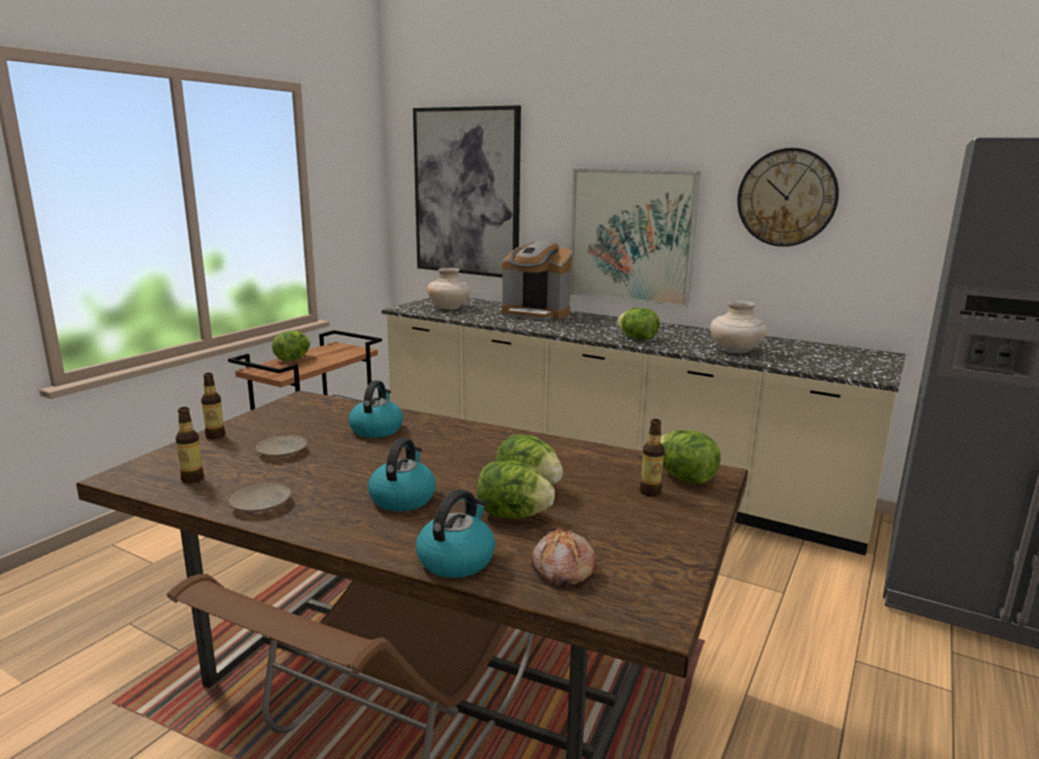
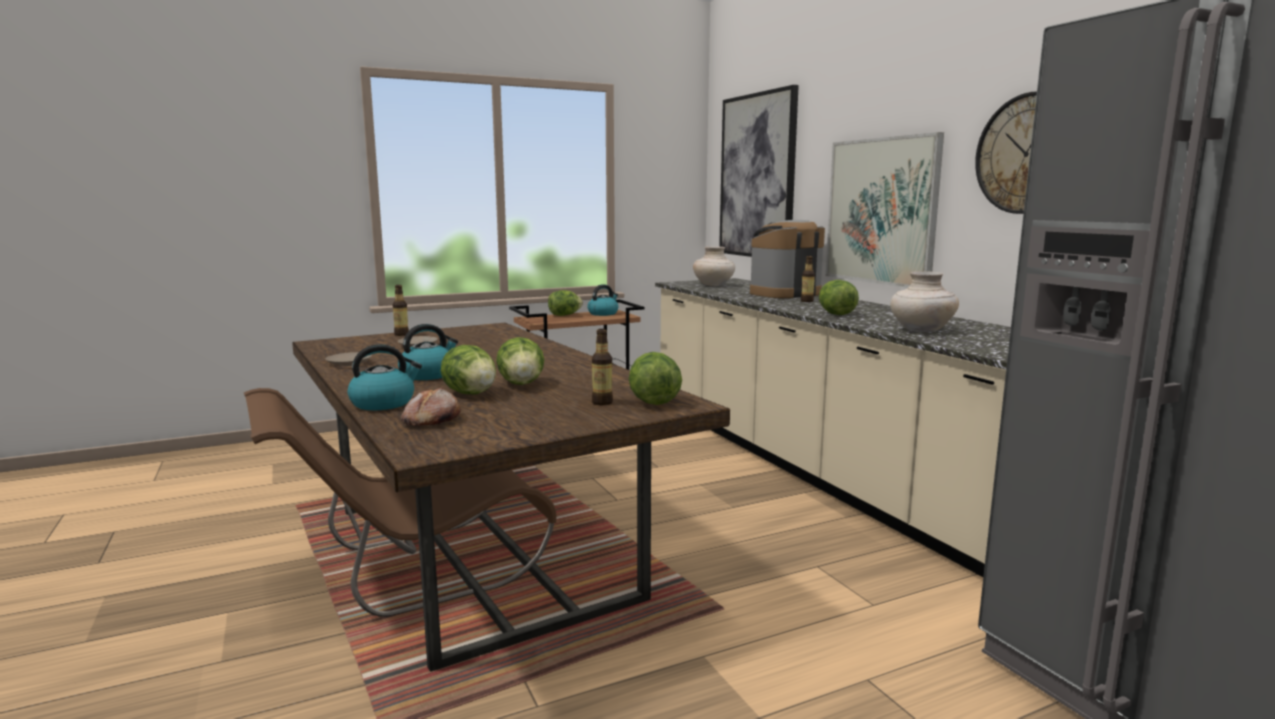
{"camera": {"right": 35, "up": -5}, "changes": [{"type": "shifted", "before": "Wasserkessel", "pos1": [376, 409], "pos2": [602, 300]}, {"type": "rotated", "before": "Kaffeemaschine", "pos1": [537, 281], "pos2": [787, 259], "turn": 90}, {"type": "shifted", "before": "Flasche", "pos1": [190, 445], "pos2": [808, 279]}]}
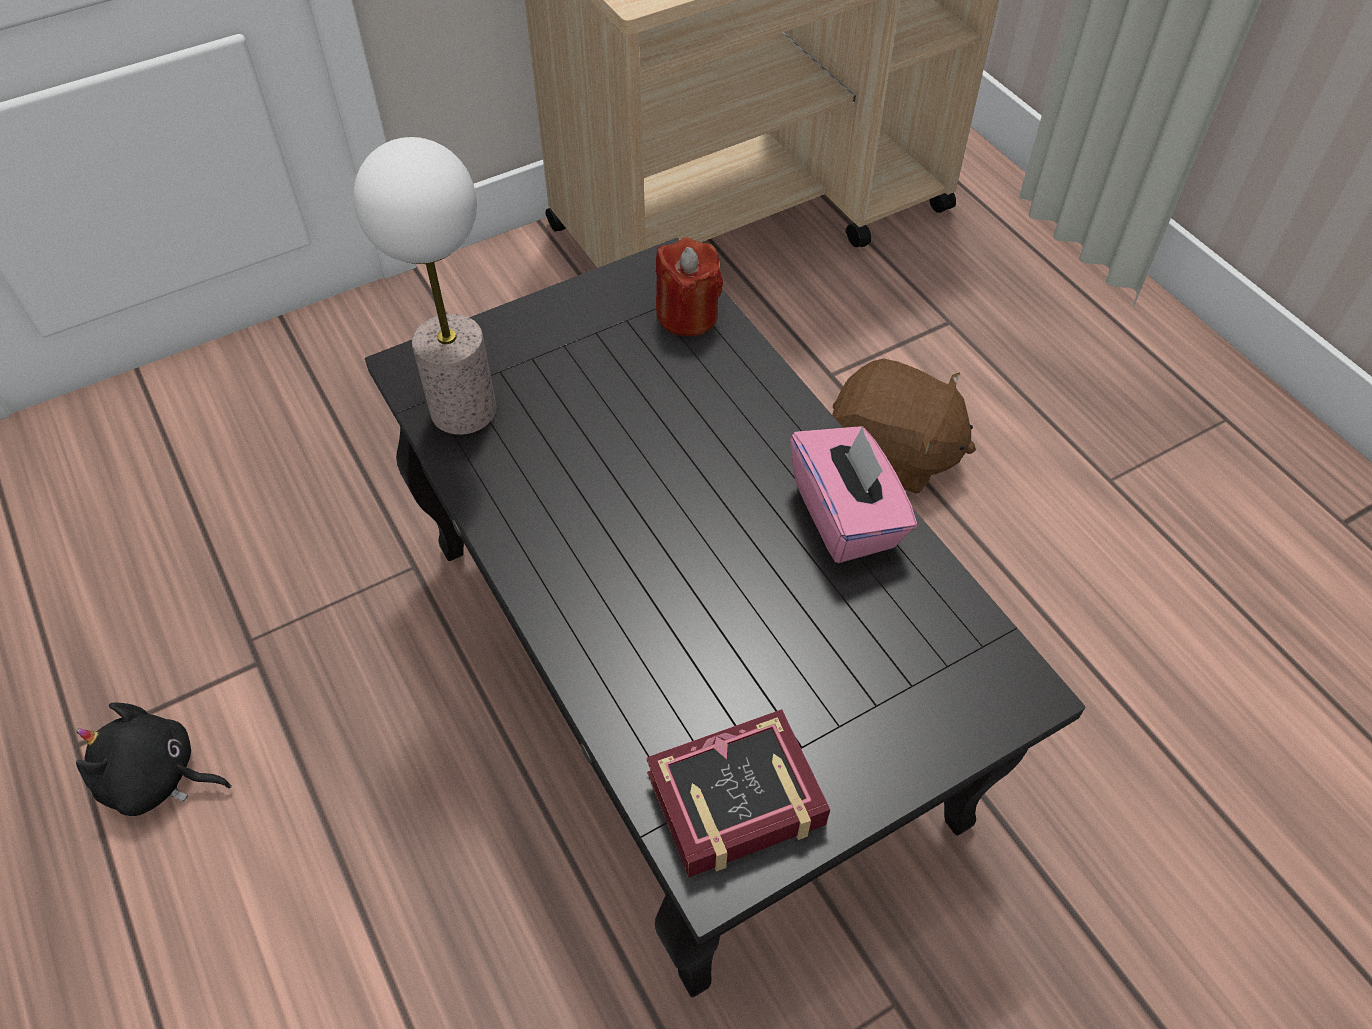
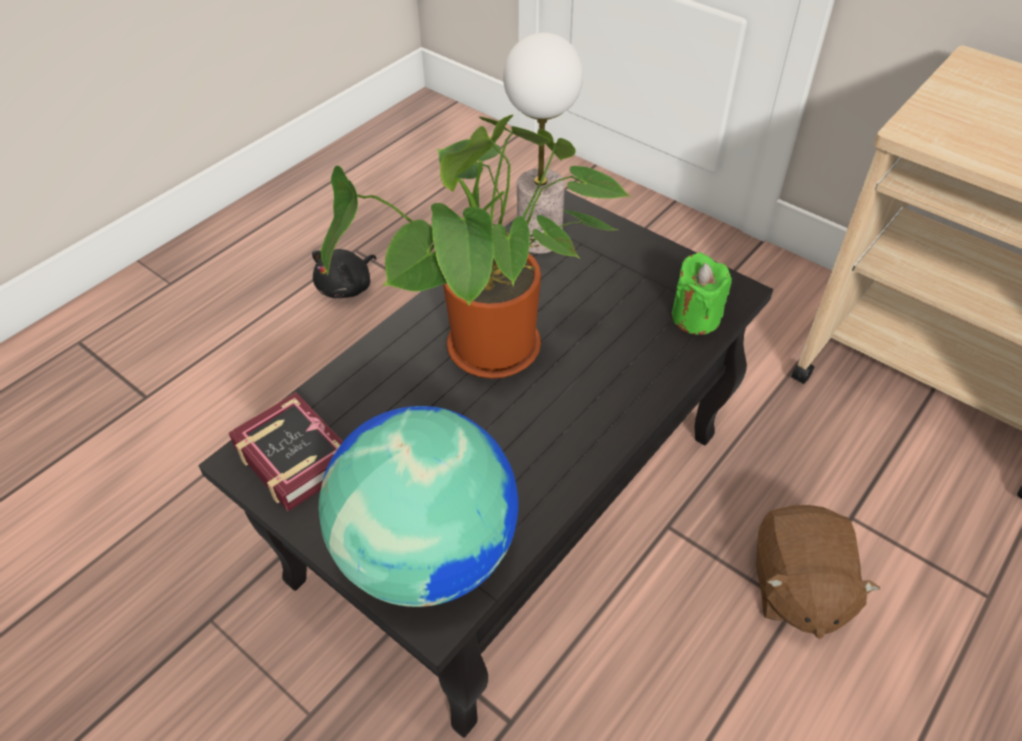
{"camera": {"right": 70, "up": -5}, "changes": [{"type": "rotated", "before": "Plüschtier [schwarz]", "pos1": [154, 759], "pos2": [344, 273], "turn": -135}, {"type": "new", "after": "Globus", "pos2": [419, 506]}, {"type": "new", "after": "Topfpflanze", "pos2": [476, 247]}, {"type": "repainted", "before": "Kerze [rot]", "after": "Kerze [grün]", "pos1": [689, 287], "pos2": [702, 294]}, {"type": "gone", "before": "Taschentuchbox [rosa]", "pos1": [853, 494]}]}
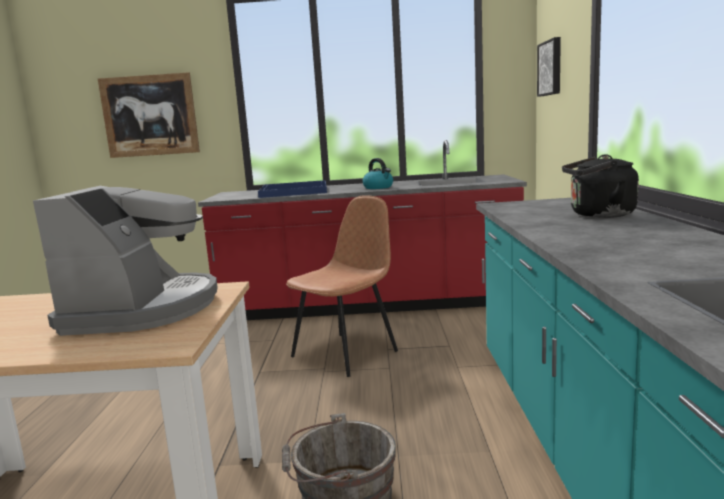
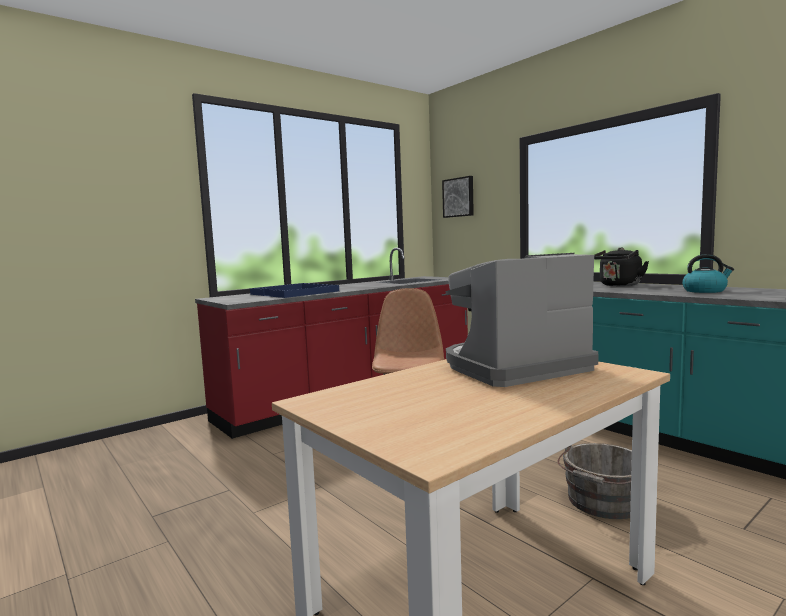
{"camera": {"right": -40, "up": -5}, "changes": [{"type": "rotated", "before": "Kaffeemaschine", "pos1": [125, 261], "pos2": [522, 320], "turn": -75}, {"type": "shifted", "before": "Wasserkessel", "pos1": [378, 173], "pos2": [708, 273]}, {"type": "gone", "before": "Bild", "pos1": [149, 115]}]}
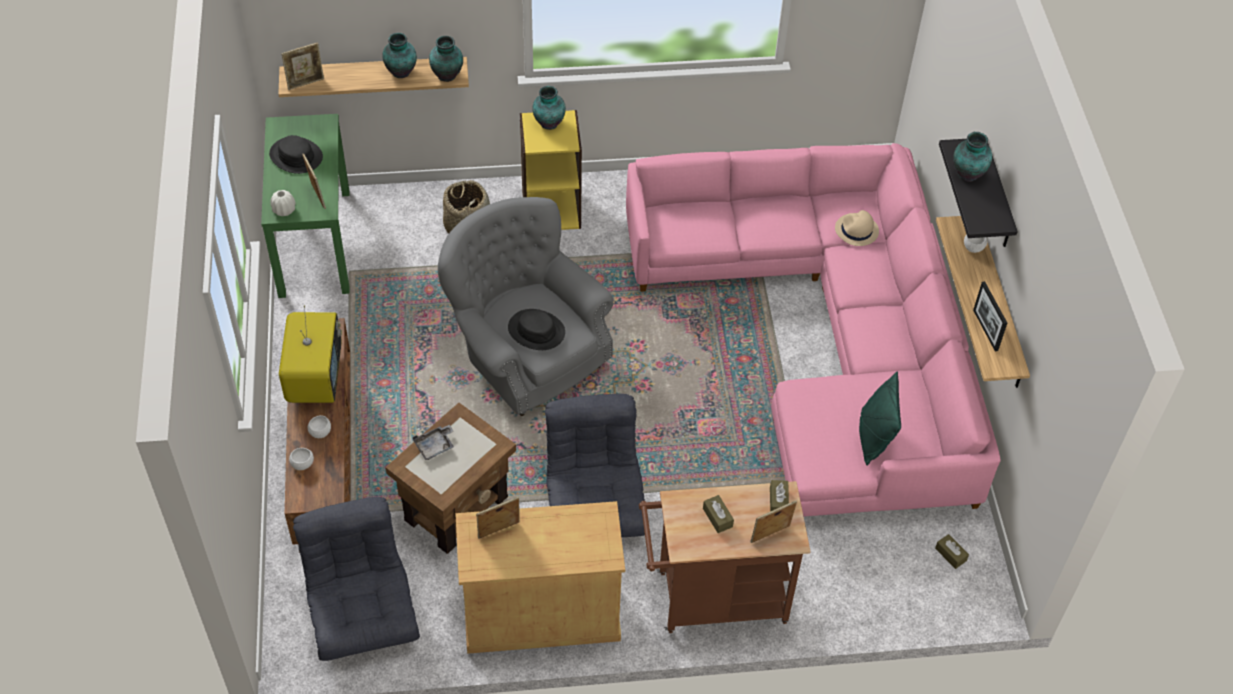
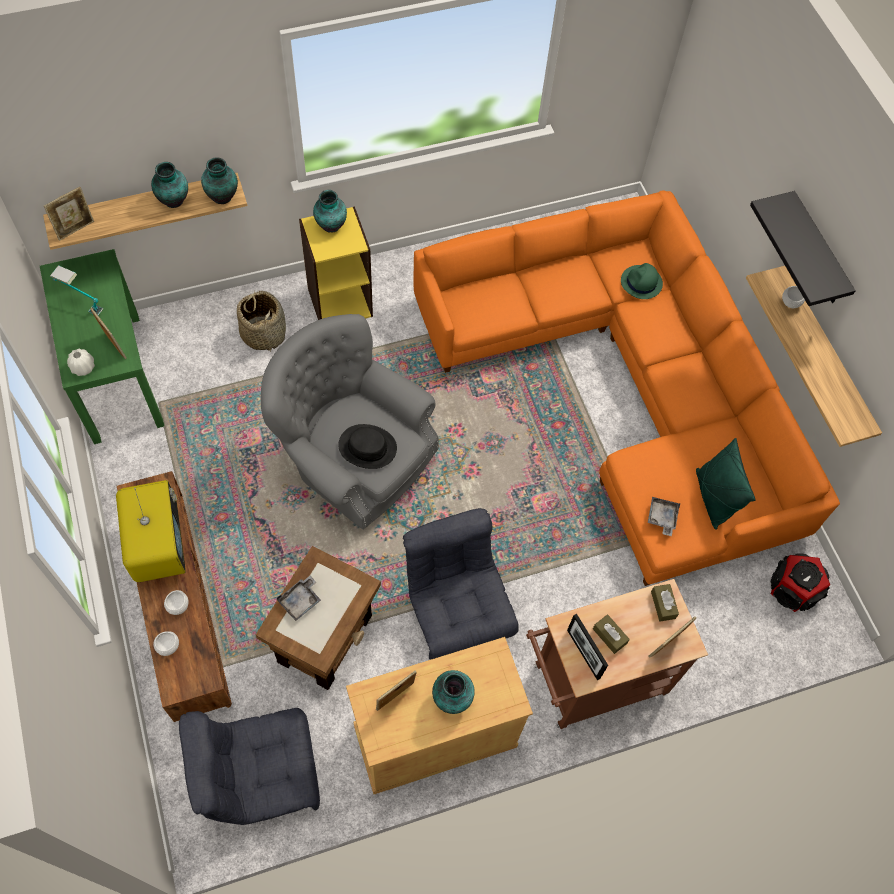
{"camera": {"right": -15, "up": 10}, "changes": [{"type": "swapped", "before": "Hut [schwarz]", "after": "Tischlampe", "pos1": [296, 154], "pos2": [77, 290]}, {"type": "rotated", "before": "Sessel [grau]", "pos1": [356, 579], "pos2": [249, 766], "turn": -75}, {"type": "repainted", "before": "Sofa [rosa]", "after": "Sofa [orange]", "pos1": [813, 329], "pos2": [626, 388]}, {"type": "shifted", "before": "Vase", "pos1": [972, 157], "pos2": [453, 692]}, {"type": "shifted", "before": "Bilderrahmen", "pos1": [990, 316], "pos2": [587, 647]}, {"type": "repainted", "before": "Hut [beige]", "after": "Hut [grün]", "pos1": [857, 228], "pos2": [642, 281]}, {"type": "new", "after": "Tablett [grau]", "pos2": [664, 516]}, {"type": "swapped", "before": "Taschentuchbox [braun]", "after": "Lautsprecher", "pos1": [952, 551], "pos2": [800, 582]}]}
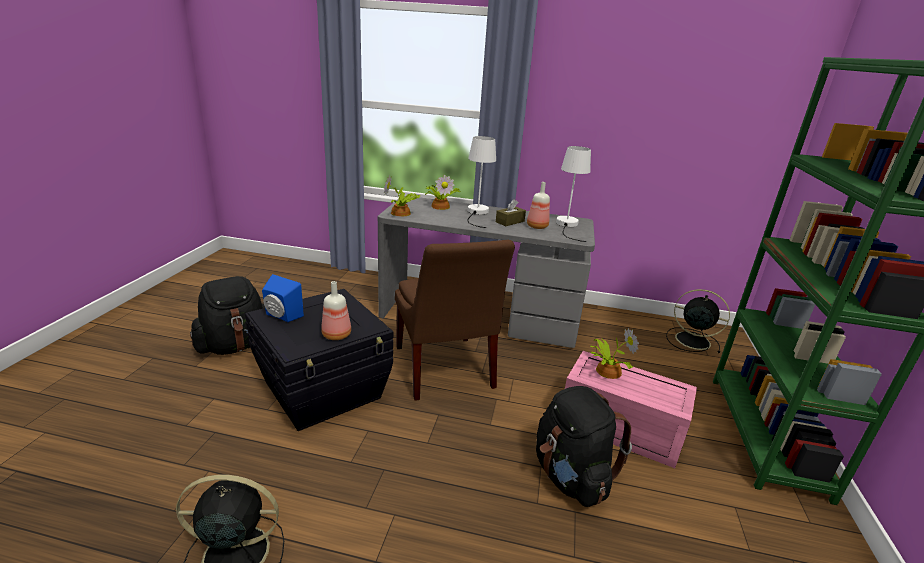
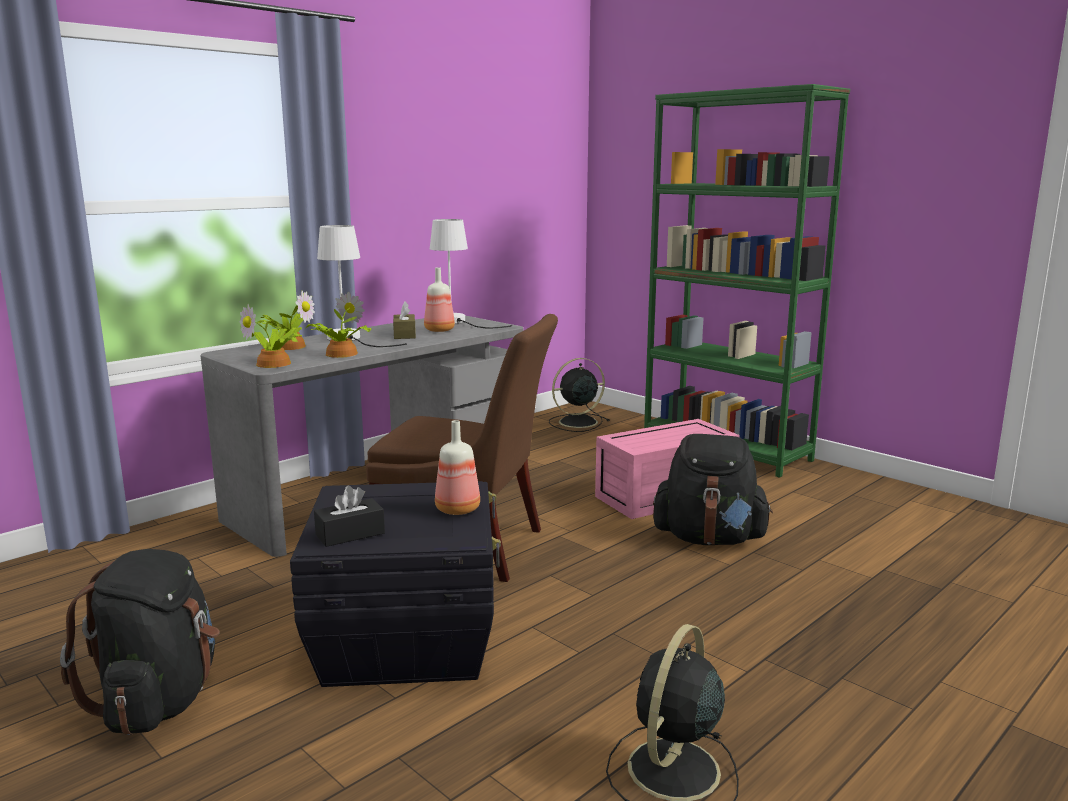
{"camera": {"right": -55, "up": -10}, "changes": [{"type": "shifted", "before": "Topfpflanze", "pos1": [614, 353], "pos2": [339, 325]}, {"type": "swapped", "before": "Lautsprecher [blau]", "after": "Taschentuchbox [schwarz]", "pos1": [283, 298], "pos2": [349, 516]}]}
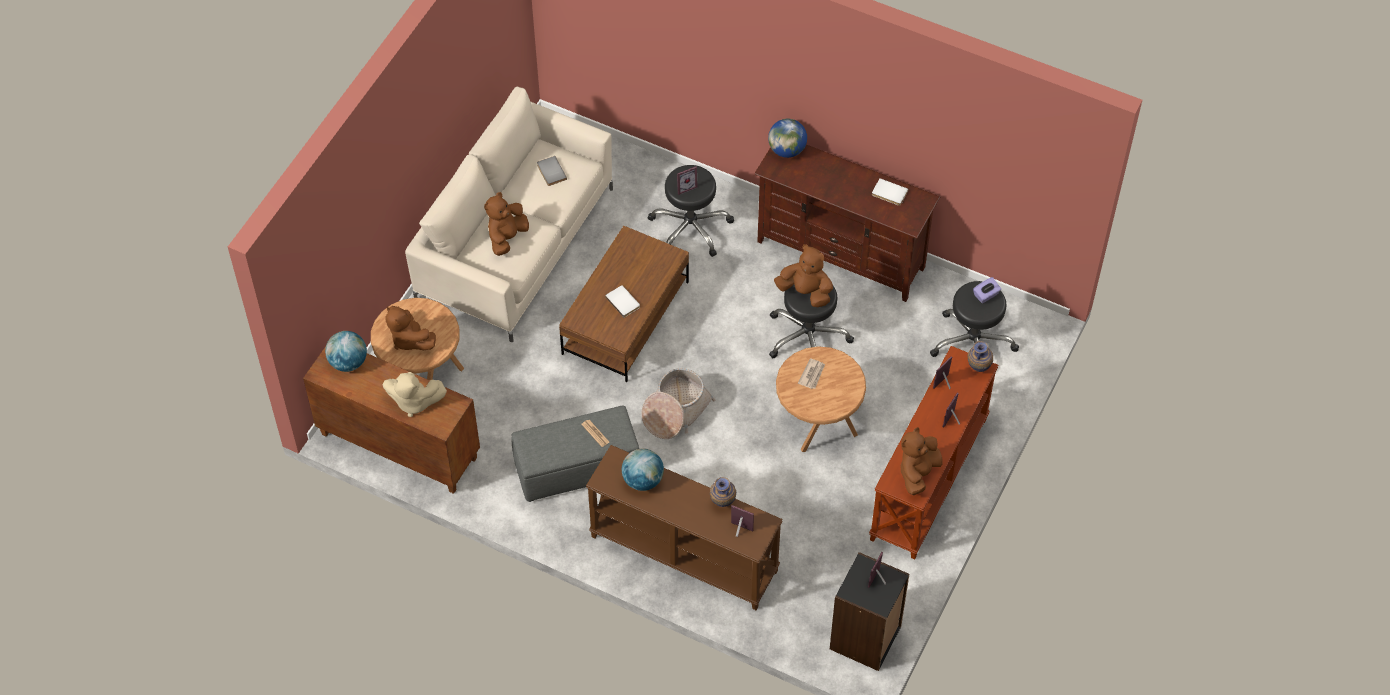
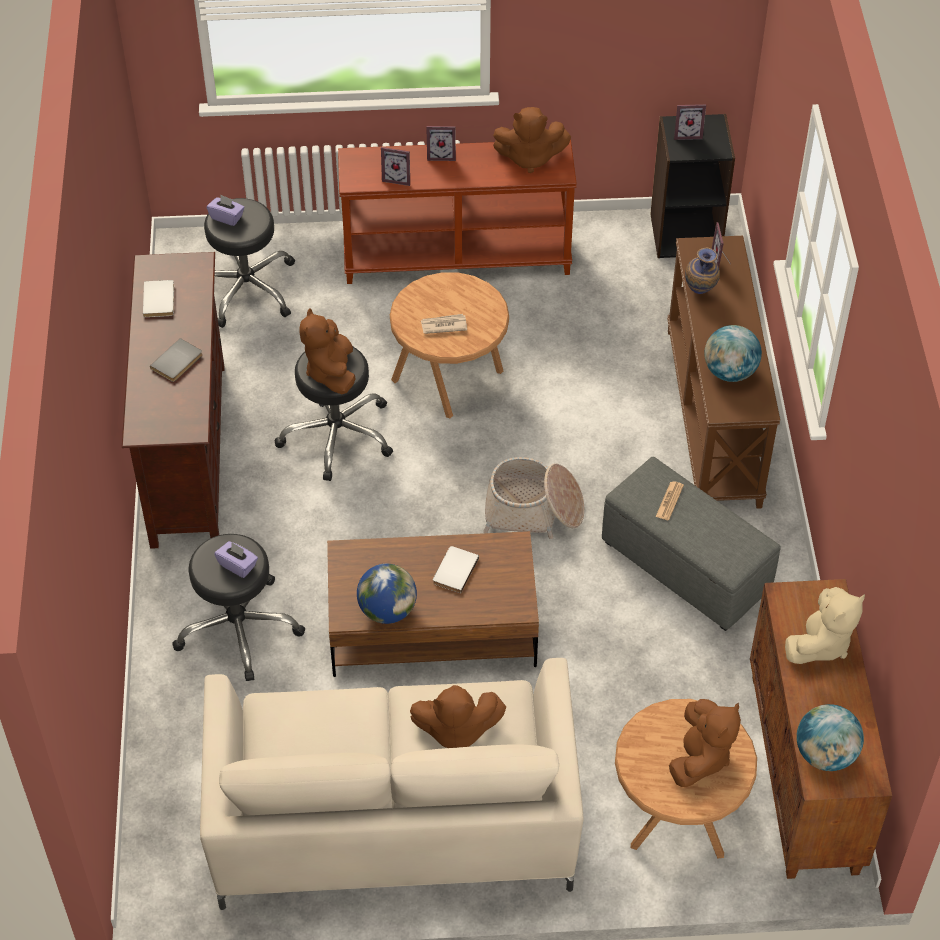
{"camera": {"right": -120, "up": -5}, "changes": [{"type": "shifted", "before": "Buch [grau]", "pos1": [552, 171], "pos2": [176, 360]}, {"type": "swapped", "before": "Bilderrahmen", "after": "Taschentuchbox [lila]", "pos1": [687, 180], "pos2": [236, 559]}, {"type": "shifted", "before": "Globus", "pos1": [787, 138], "pos2": [387, 594]}, {"type": "rotated", "before": "Plüschtier [beige]", "pos1": [415, 394], "pos2": [825, 625], "turn": 60}, {"type": "gone", "before": "Vase", "pos1": [980, 356]}]}
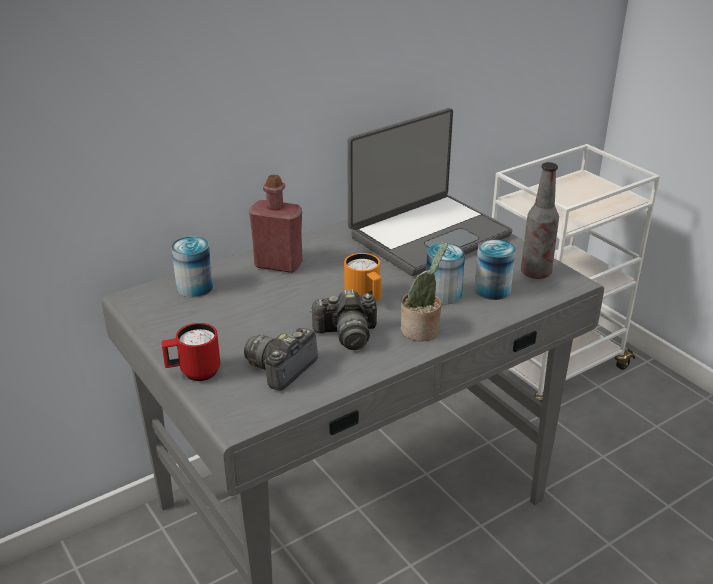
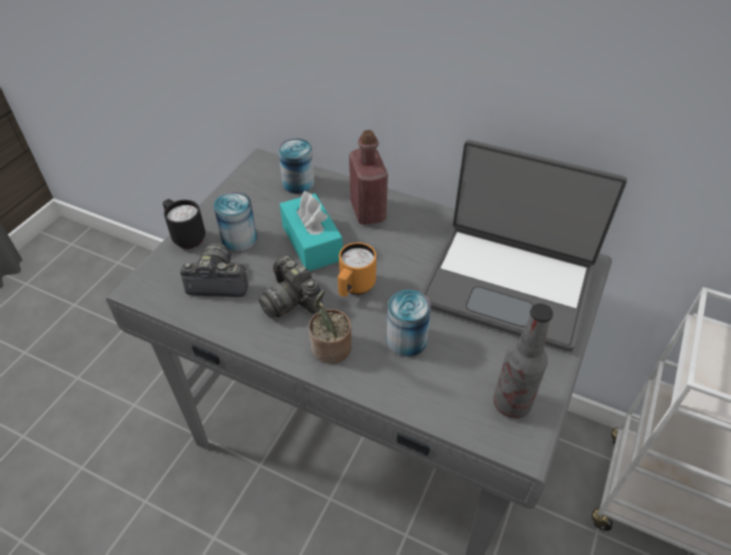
{"camera": {"right": 60, "up": 15}, "changes": [{"type": "repainted", "before": "Henkelbecher [rot]", "after": "Henkelbecher [schwarz]", "pos1": [190, 352], "pos2": [184, 224]}, {"type": "shifted", "before": "Dose", "pos1": [495, 269], "pos2": [235, 222]}, {"type": "new", "after": "Taschentuchbox [türkis]", "pos2": [311, 231]}]}
